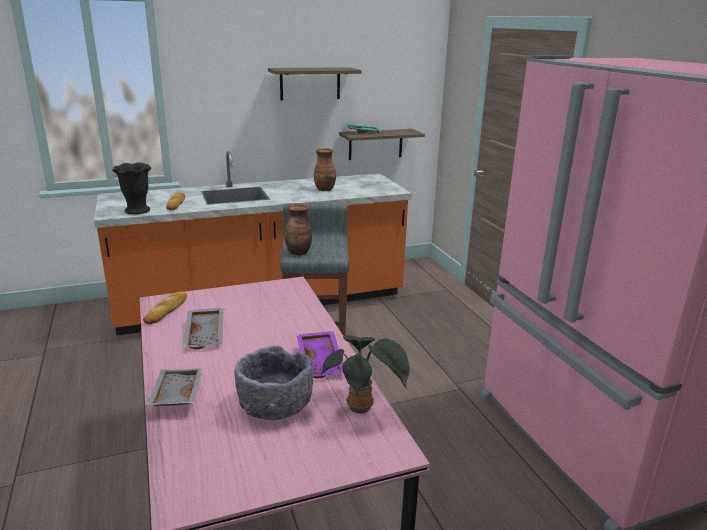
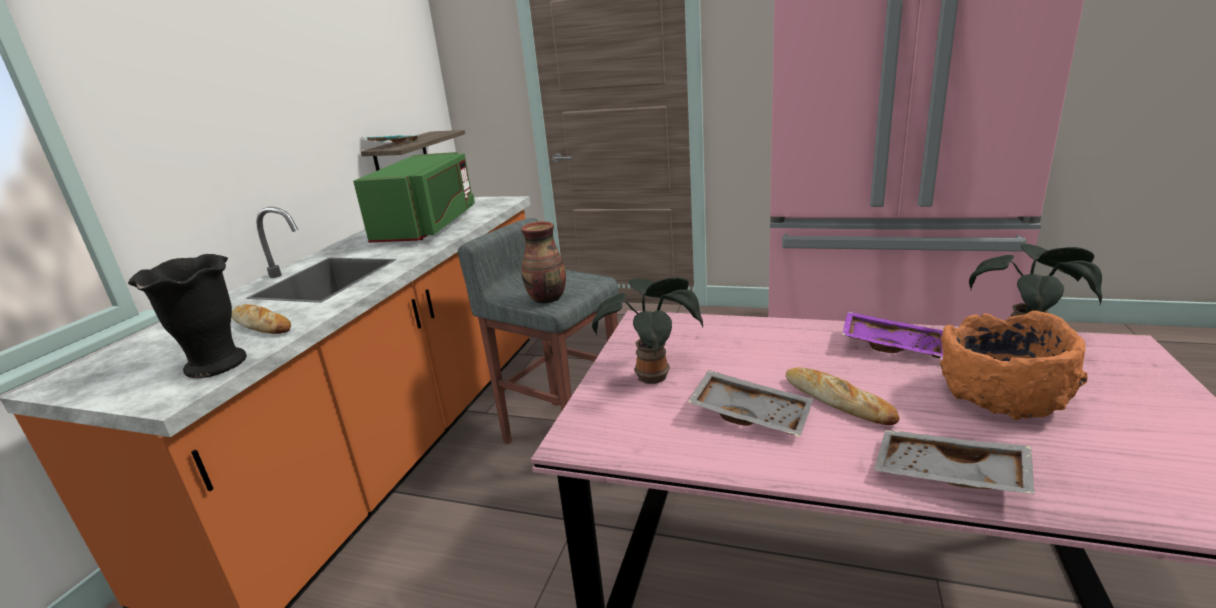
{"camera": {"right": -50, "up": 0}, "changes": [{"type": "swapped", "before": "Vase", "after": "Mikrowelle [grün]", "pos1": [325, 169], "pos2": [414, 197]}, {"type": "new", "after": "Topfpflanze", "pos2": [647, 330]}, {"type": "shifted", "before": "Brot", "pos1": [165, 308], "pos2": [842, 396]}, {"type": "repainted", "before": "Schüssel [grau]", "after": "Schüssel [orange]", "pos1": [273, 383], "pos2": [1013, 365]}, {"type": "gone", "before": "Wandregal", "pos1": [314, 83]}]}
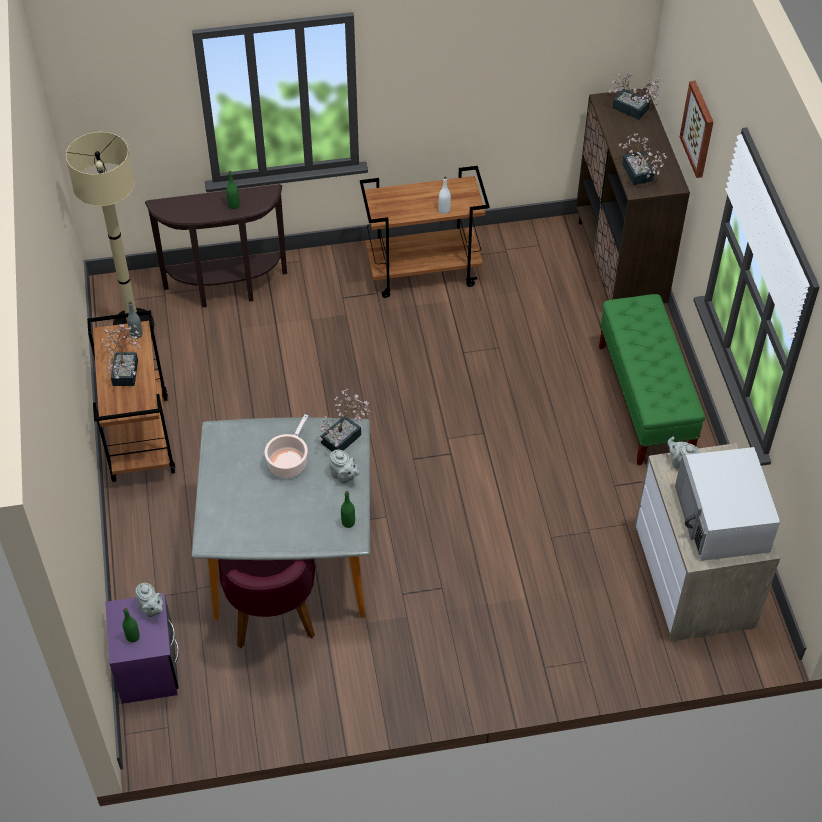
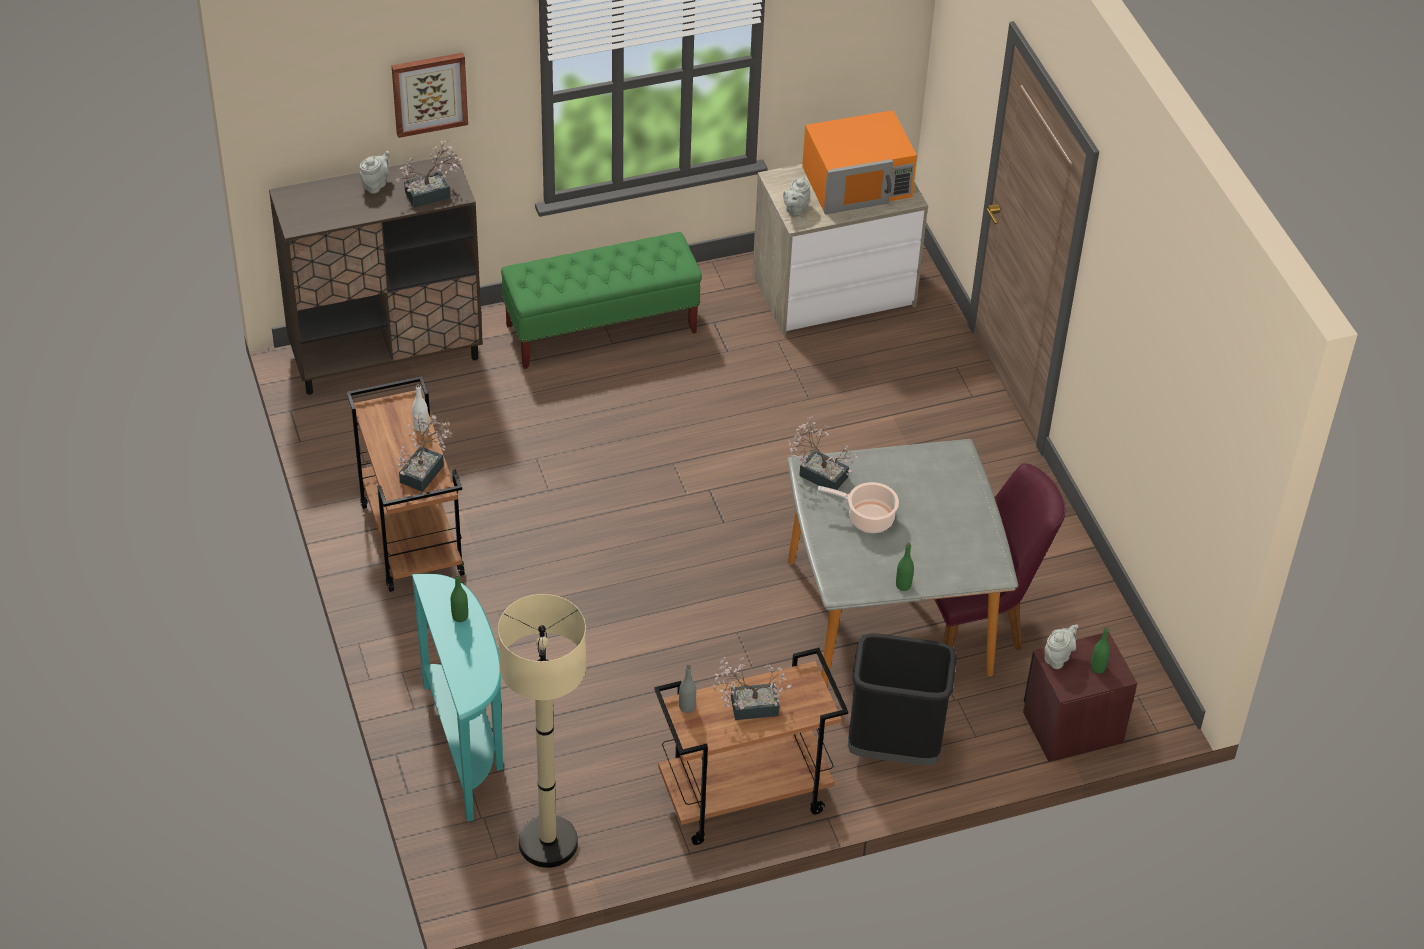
{"camera": {"right": -100, "up": -5}, "changes": [{"type": "shifted", "before": "Teekanne [grau]", "pos1": [345, 467], "pos2": [374, 172]}, {"type": "shifted", "before": "Topfpflanze", "pos1": [636, 97], "pos2": [425, 452]}, {"type": "repainted", "before": "Konsolentisch [braun]", "after": "Konsolentisch [türkis]", "pos1": [216, 246], "pos2": [457, 698]}, {"type": "repainted", "before": "Mikrowelle [weiß]", "after": "Mikrowelle [orange]", "pos1": [727, 504], "pos2": [859, 162]}, {"type": "new", "after": "Mülleimer [schwarz]", "pos2": [902, 699]}, {"type": "shifted", "before": "Flasche [grün]", "pos1": [348, 509], "pos2": [905, 567]}, {"type": "repainted", "before": "Nachttisch [lila]", "after": "Nachttisch [braun]", "pos1": [142, 648], "pos2": [1080, 697]}]}
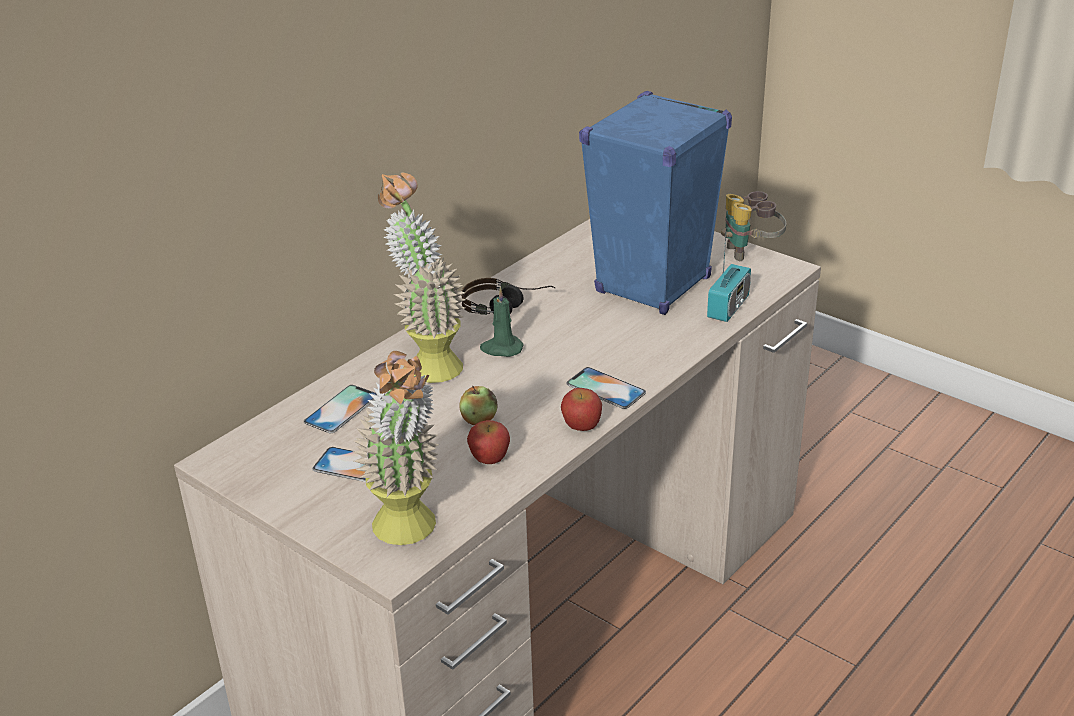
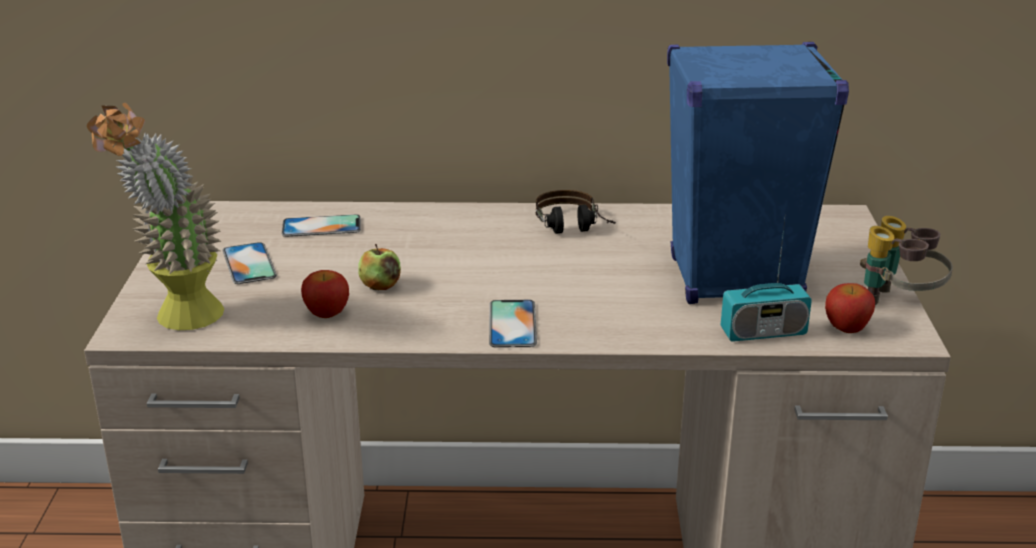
{"camera": {"right": 50, "up": -5}, "changes": [{"type": "shifted", "before": "Apfel", "pos1": [581, 409], "pos2": [850, 308]}, {"type": "gone", "before": "Topfpflanze", "pos1": [422, 278]}, {"type": "gone", "before": "Kerze [grün]", "pos1": [502, 322]}]}
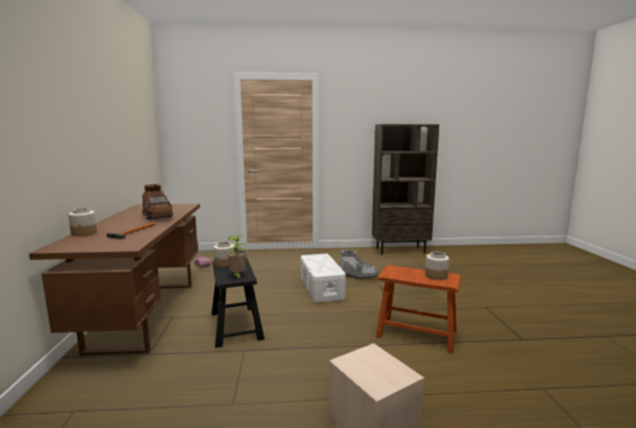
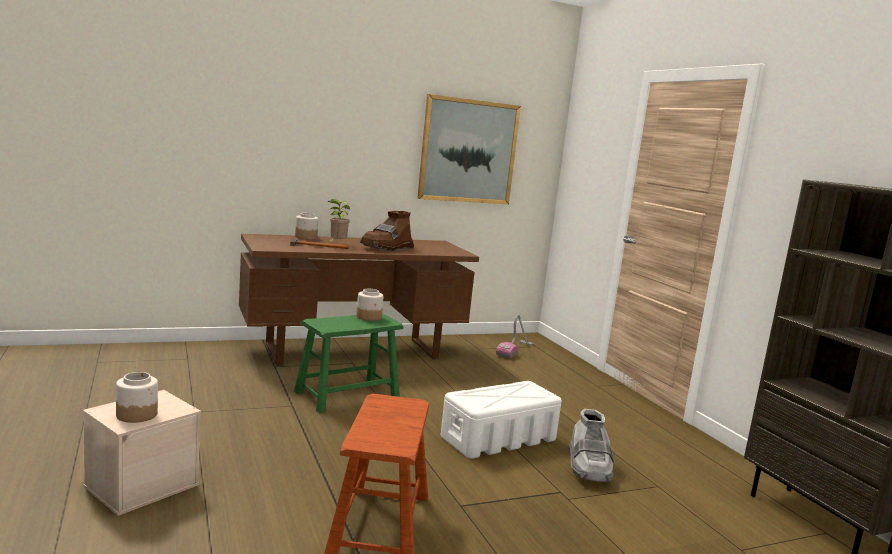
{"camera": {"right": 70, "up": 0}, "changes": [{"type": "shifted", "before": "Vorratsglas", "pos1": [437, 266], "pos2": [137, 397]}, {"type": "repainted", "before": "Hocker [schwarz]", "after": "Hocker [grün]", "pos1": [238, 303], "pos2": [348, 363]}, {"type": "shifted", "before": "Topfpflanze", "pos1": [236, 257], "pos2": [338, 221]}, {"type": "new", "after": "Bild", "pos2": [469, 149]}]}
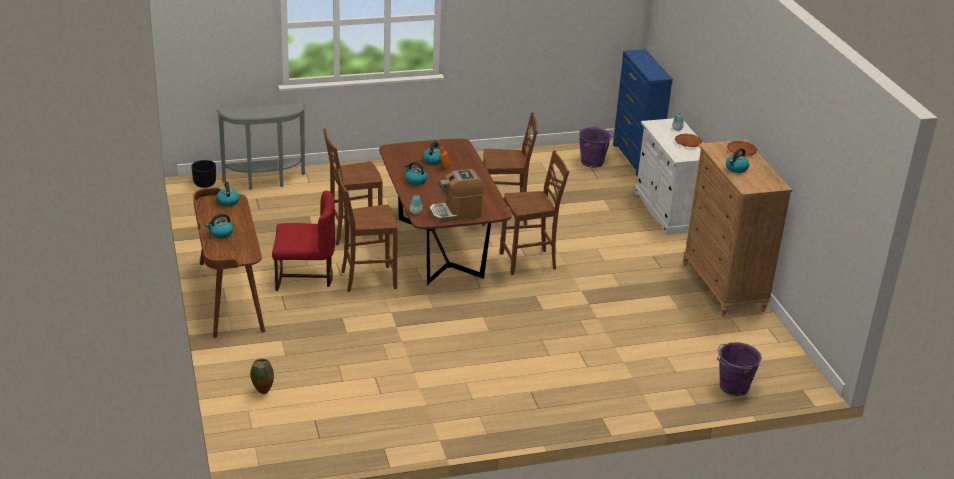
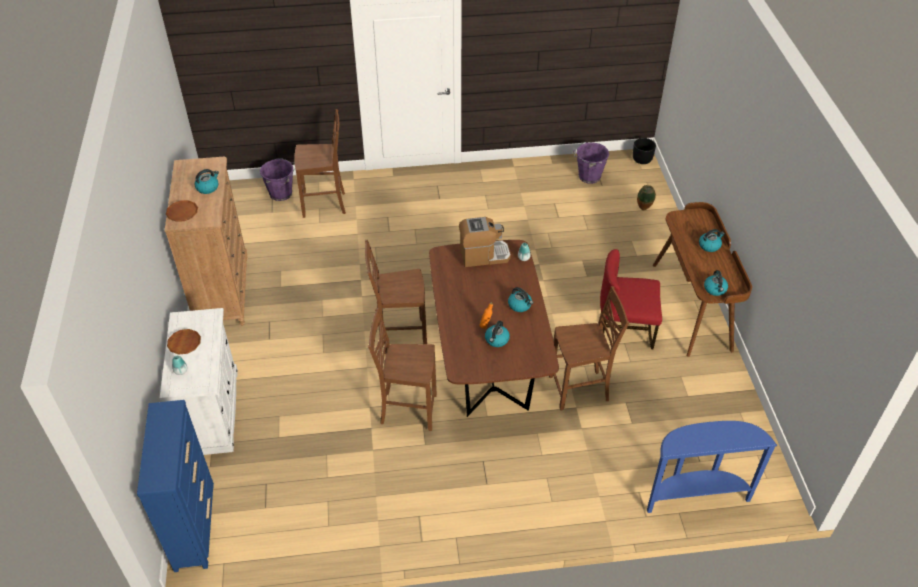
{"camera": {"right": -170, "up": 15}, "changes": [{"type": "shifted", "before": "Stuhl [braun]", "pos1": [368, 230], "pos2": [320, 163]}, {"type": "shifted", "before": "Eimer [lila]", "pos1": [597, 147], "pos2": [591, 163]}, {"type": "shifted", "before": "Pflanzkübel [schwarz]", "pos1": [203, 174], "pos2": [644, 151]}, {"type": "repainted", "before": "Konsolentisch [grau]", "after": "Konsolentisch [blau]", "pos1": [261, 146], "pos2": [712, 467]}]}
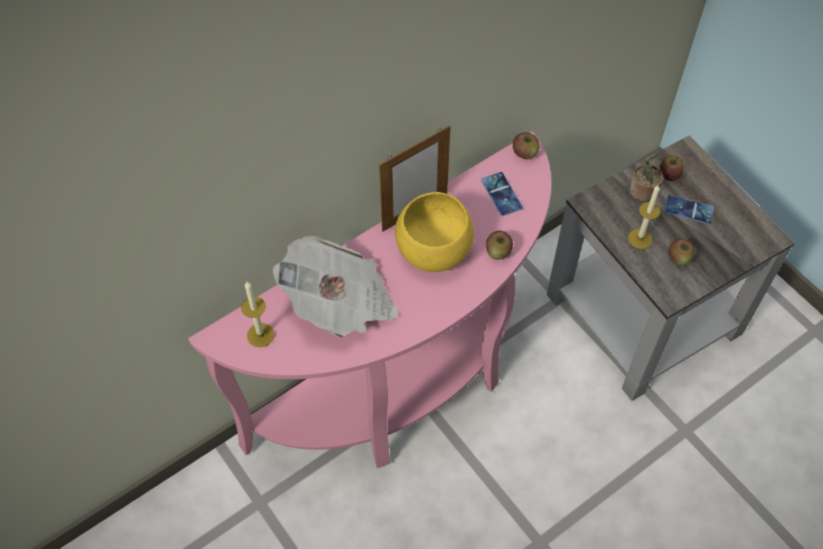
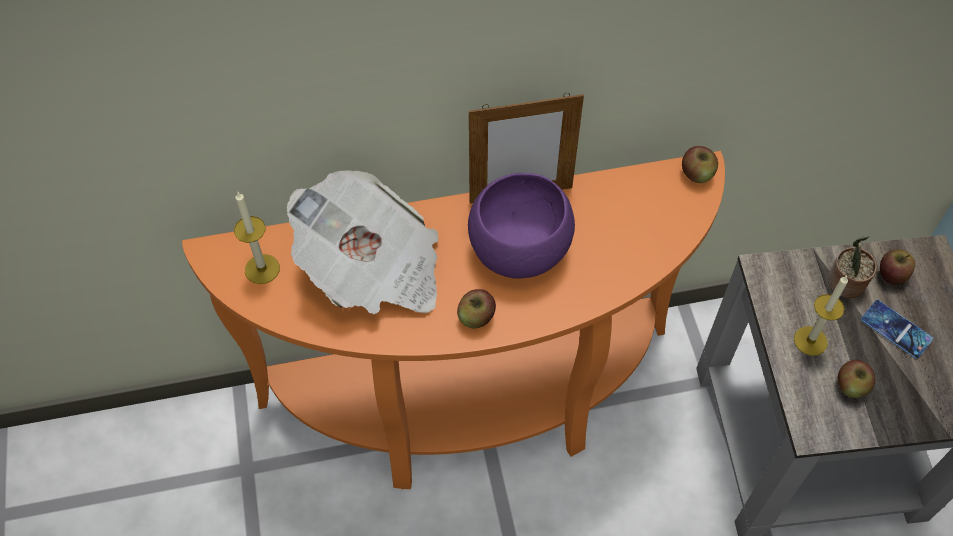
{"camera": {"right": 25, "up": 0}, "changes": [{"type": "repainted", "before": "Konsolentisch [rosa]", "after": "Konsolentisch [orange]", "pos1": [369, 300], "pos2": [453, 320]}, {"type": "shifted", "before": "Apfel", "pos1": [499, 245], "pos2": [476, 309]}, {"type": "repainted", "before": "Schüssel [gelb]", "after": "Schüssel [lila]", "pos1": [434, 232], "pos2": [521, 226]}, {"type": "gone", "before": "Handy", "pos1": [502, 194]}]}
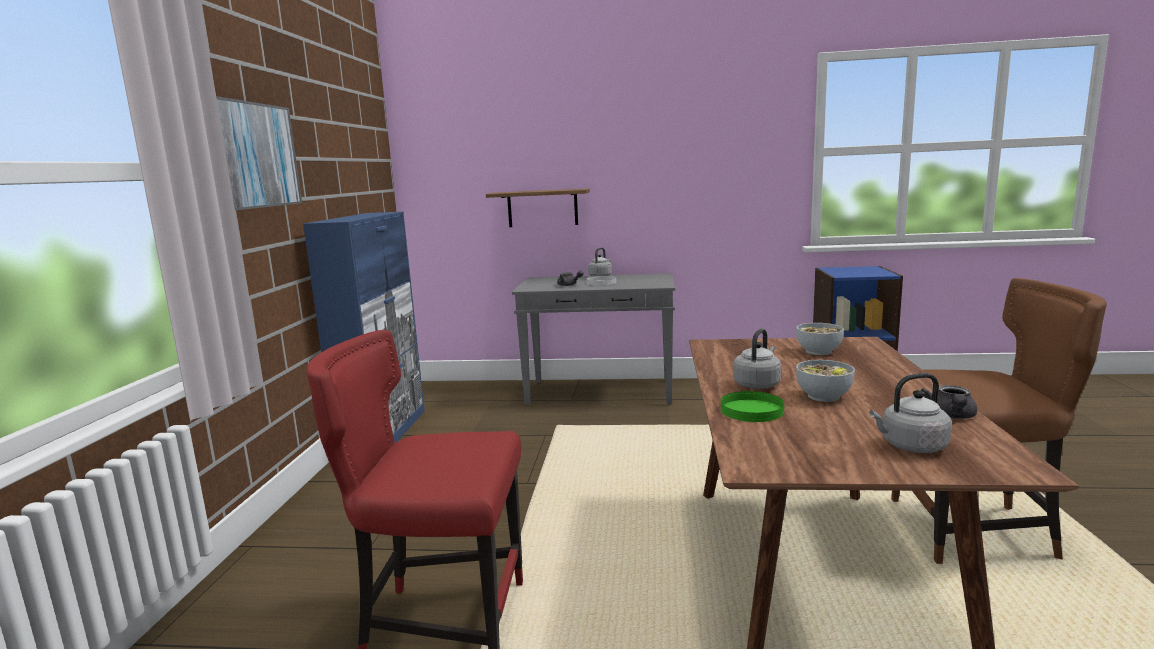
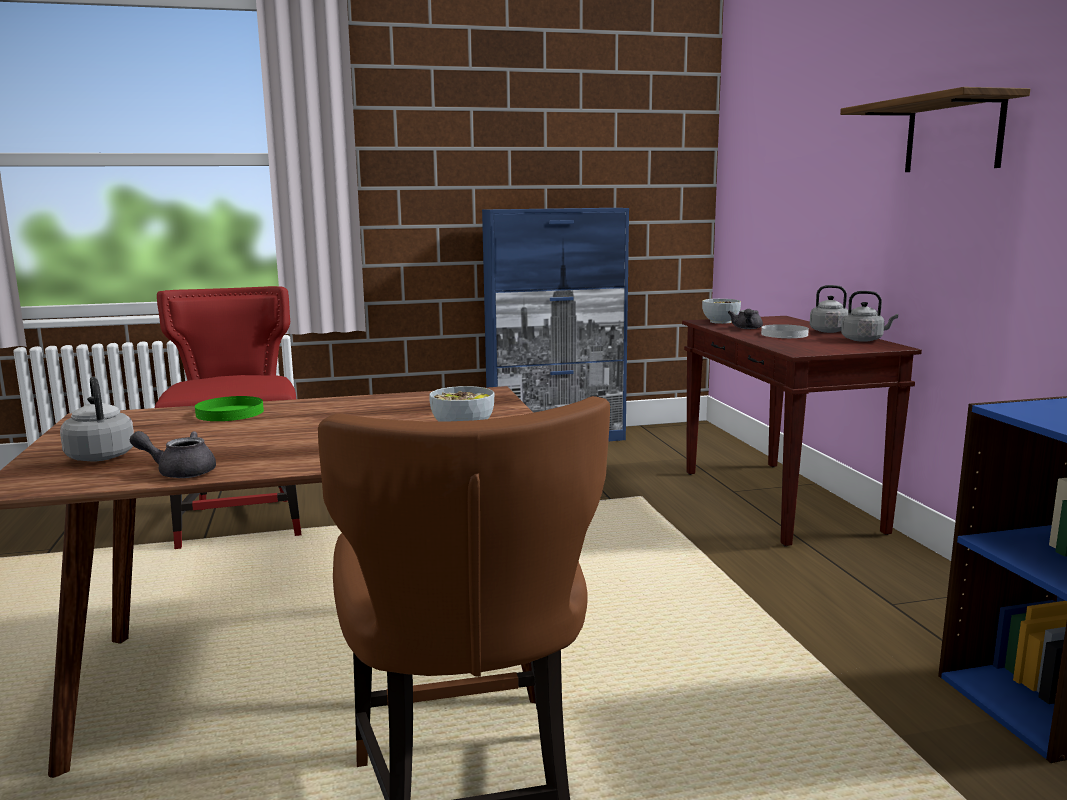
{"camera": {"right": 70, "up": 0}, "changes": [{"type": "repainted", "before": "Konsolentisch [grau]", "after": "Konsolentisch [braun]", "pos1": [593, 339], "pos2": [802, 431]}, {"type": "shifted", "before": "Schüssel", "pos1": [825, 381], "pos2": [721, 311]}, {"type": "shifted", "before": "Wandregal", "pos1": [538, 207], "pos2": [935, 129]}, {"type": "shifted", "before": "Wasserkessel [grau]", "pos1": [757, 358], "pos2": [869, 316]}, {"type": "gone", "before": "Bild", "pos1": [259, 153]}]}
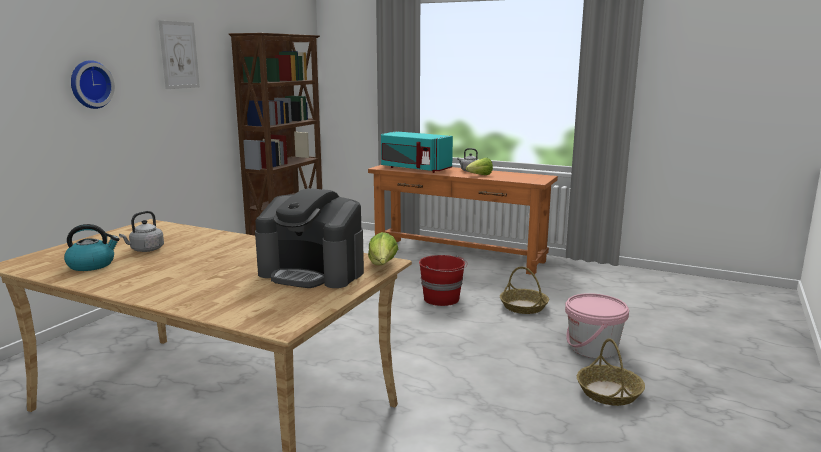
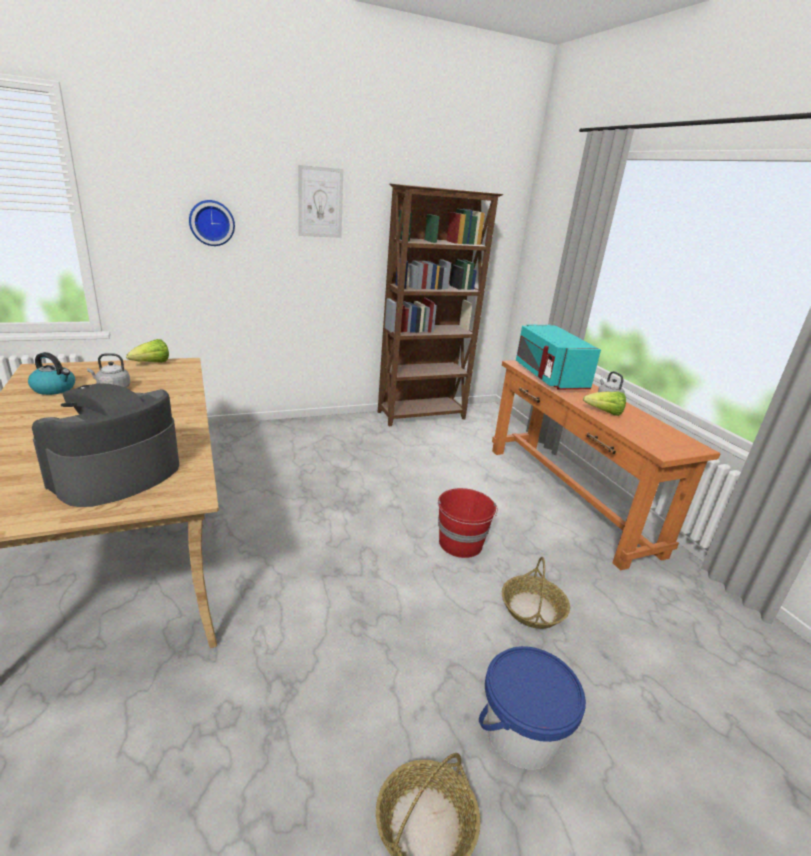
{"camera": {"right": 40, "up": 10}, "changes": [{"type": "rotated", "before": "Kaffeemaschine", "pos1": [309, 238], "pos2": [105, 445], "turn": 60}, {"type": "shifted", "before": "Salatkopf", "pos1": [383, 248], "pos2": [147, 351]}, {"type": "repainted", "before": "Eimer [rosa]", "after": "Eimer [blau]", "pos1": [597, 325], "pos2": [532, 707]}]}
